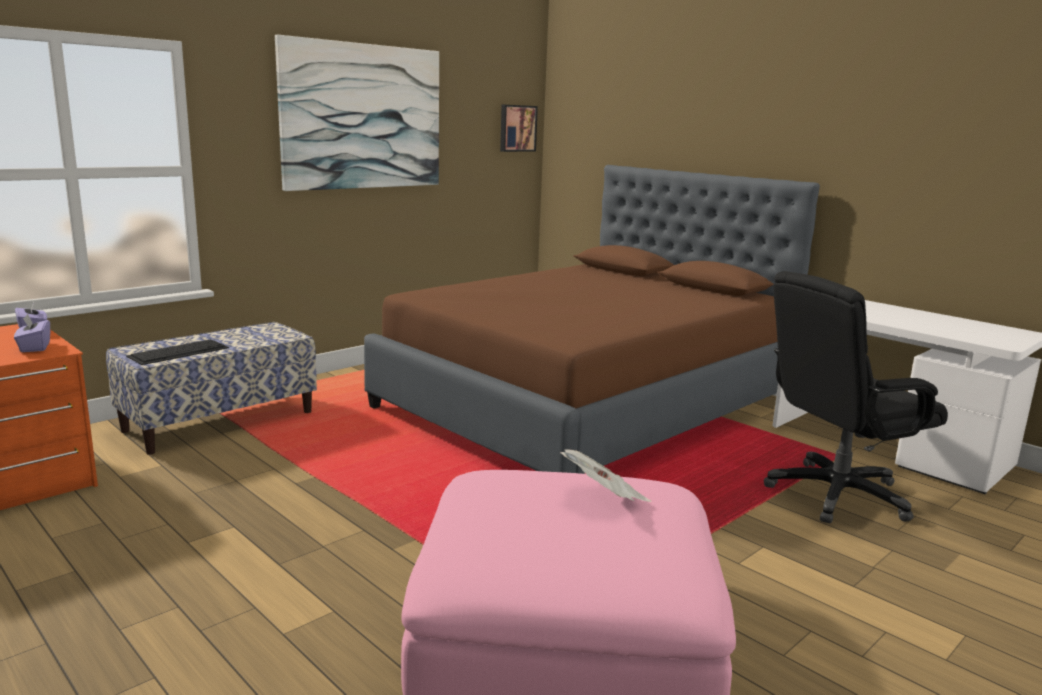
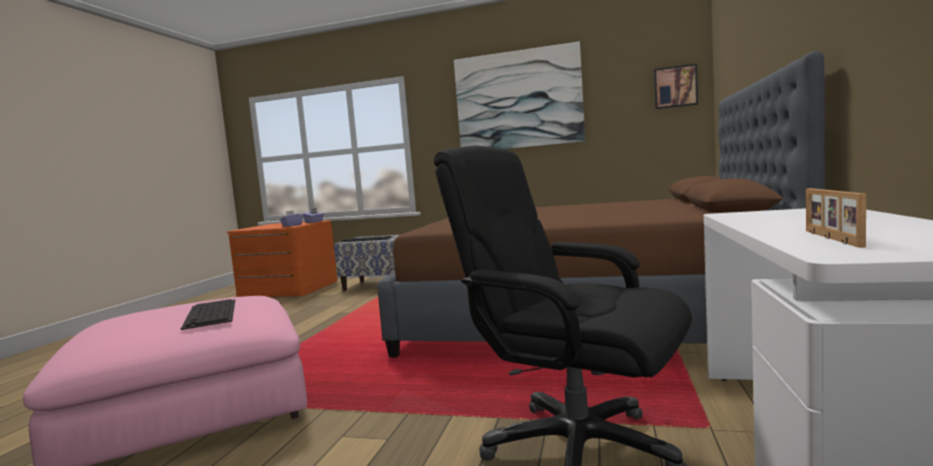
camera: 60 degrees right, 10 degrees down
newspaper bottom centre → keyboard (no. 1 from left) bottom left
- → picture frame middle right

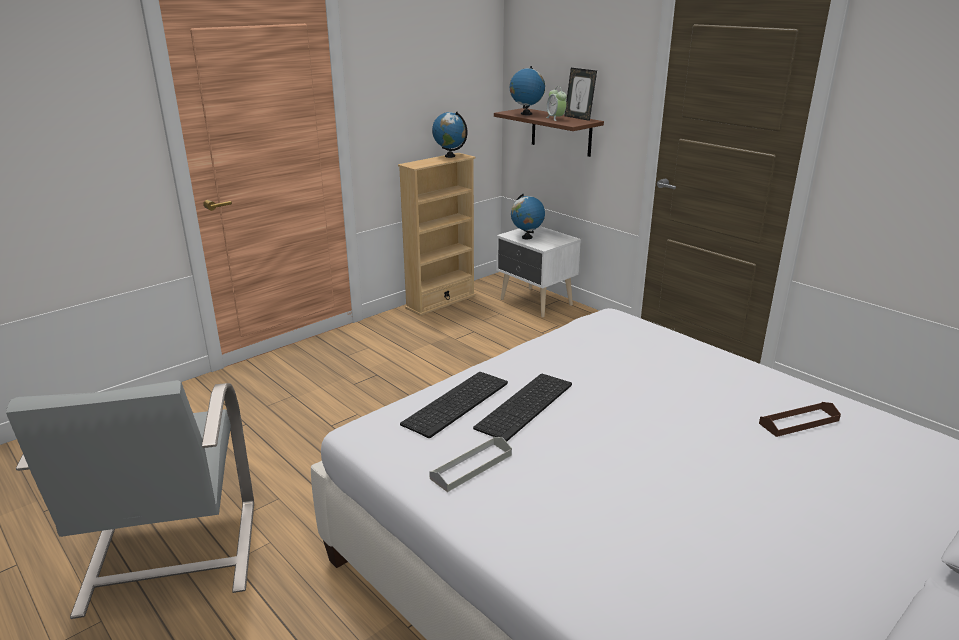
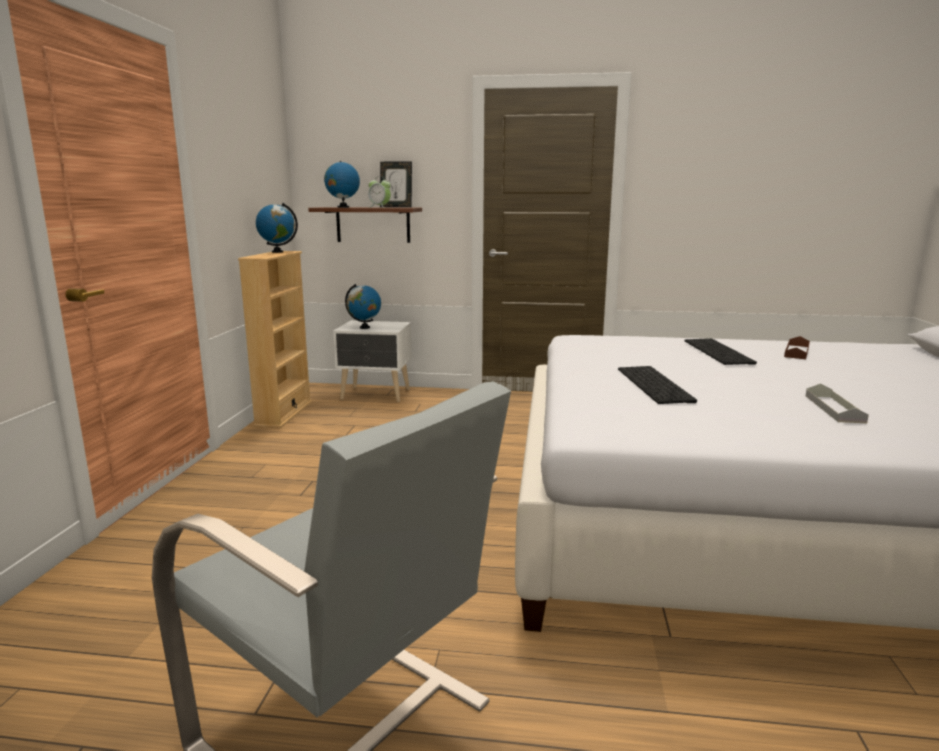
camera: 40 degrees left, 10 degrees down
keyboard (no. 1 from left in the first image) centre → keyboard (no. 2 from left) middle right, shifted
grey tray bottom centre → grey tray middle right, shifted

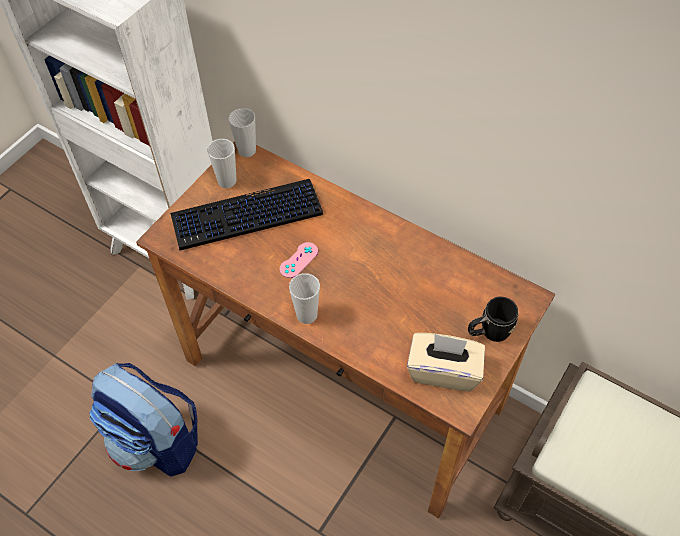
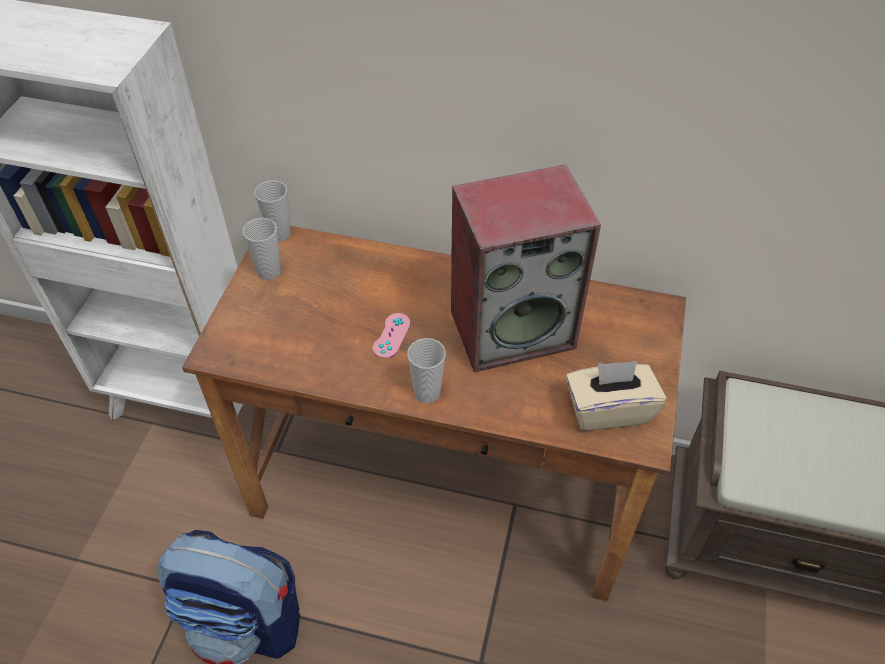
camera: 20 degrees left, 5 degrees down
keyboard centre → -
black mug middle right → -
- → speaker centre

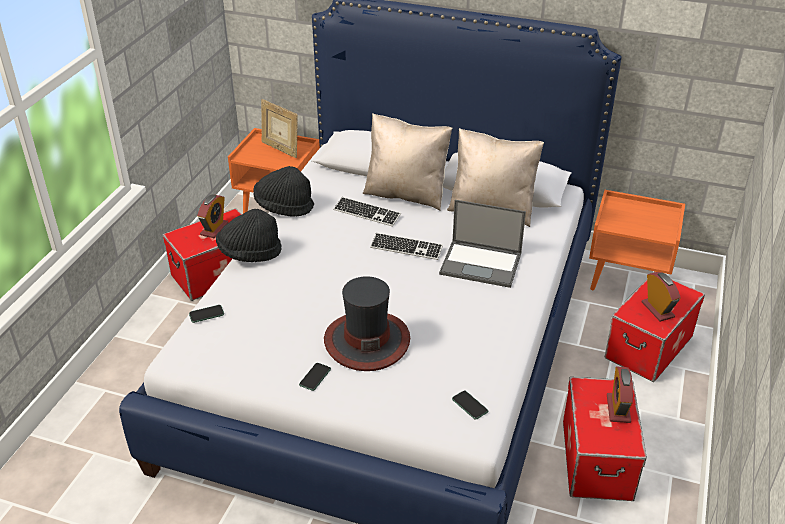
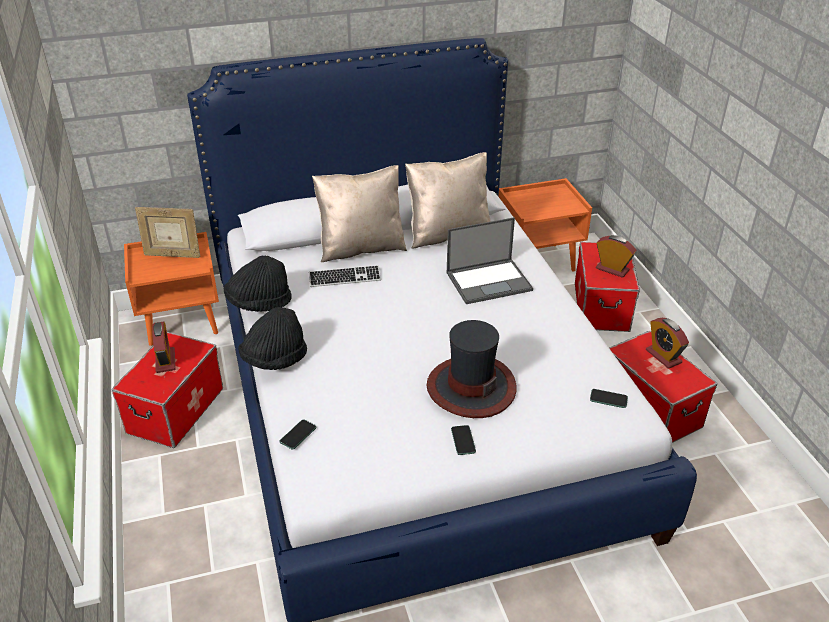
camera: 35 degrees left, 0 degrees up
keyboard (no. 2 from left) centre → -

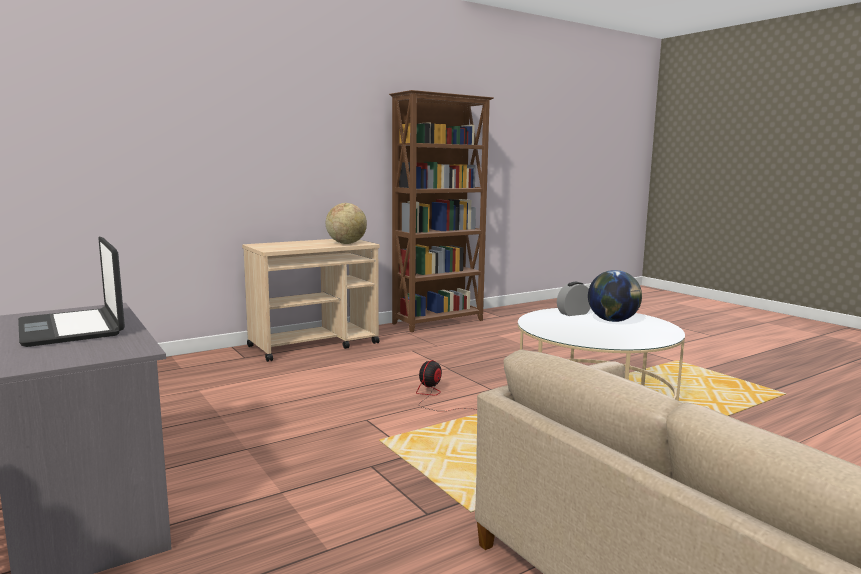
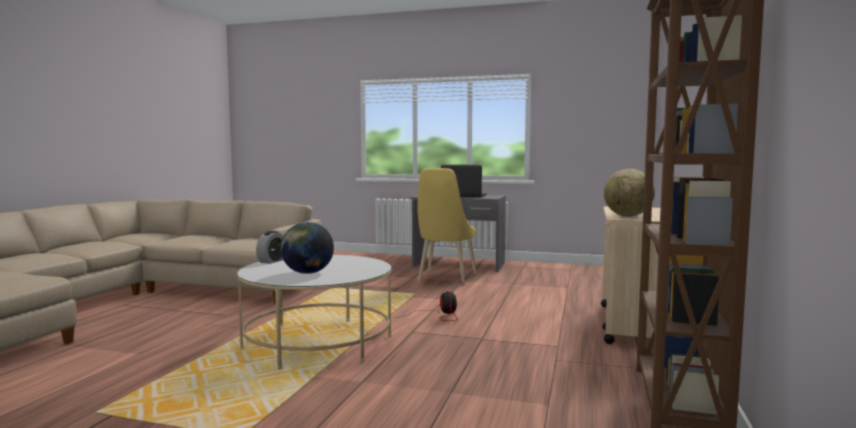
camera: 140 degrees right, 5 degrees down
alarm clock middle right → alarm clock middle left, shifted
- → yellow chair centre

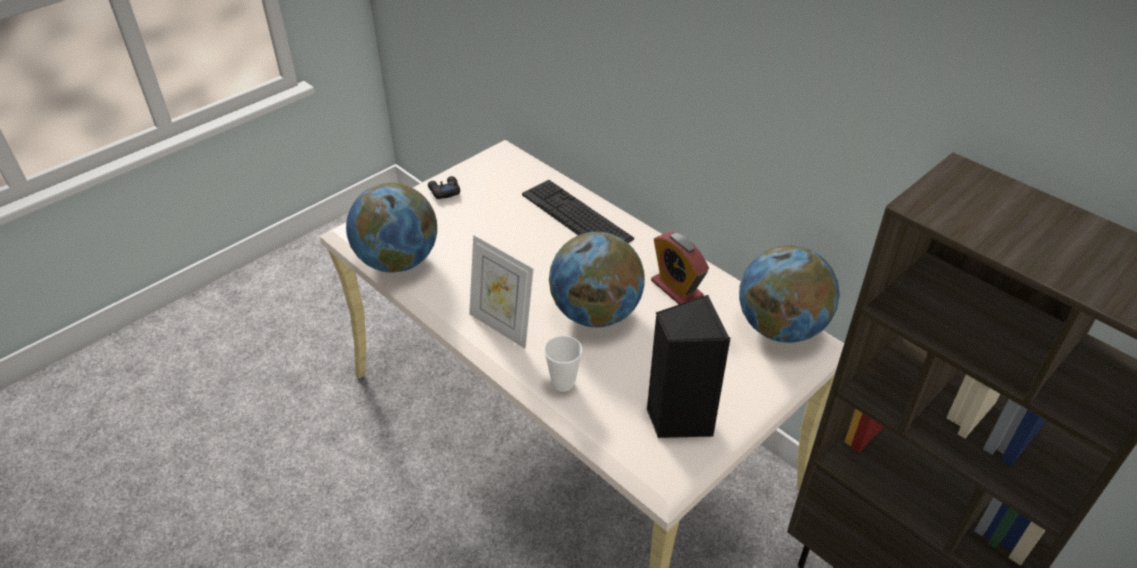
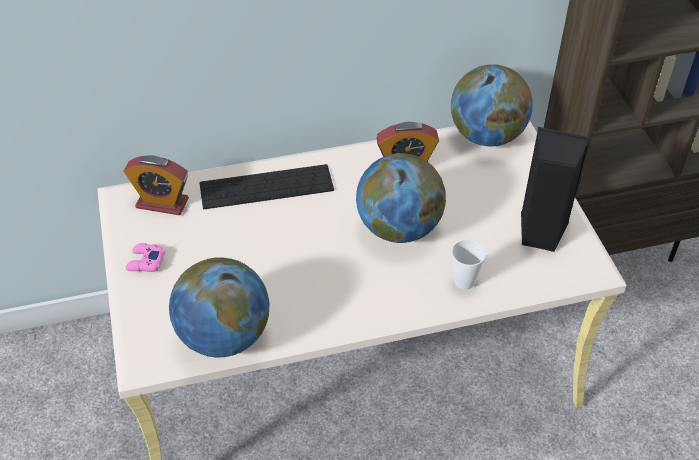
camera: 60 degrees left, 5 degrees up
black game controller top centre → pink game controller middle left
picture frame centre → -
- → alarm clock (no. 1 from left) middle left

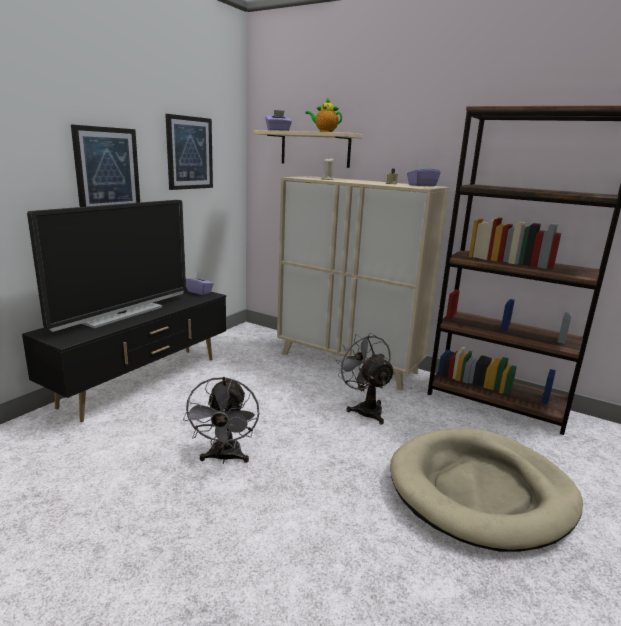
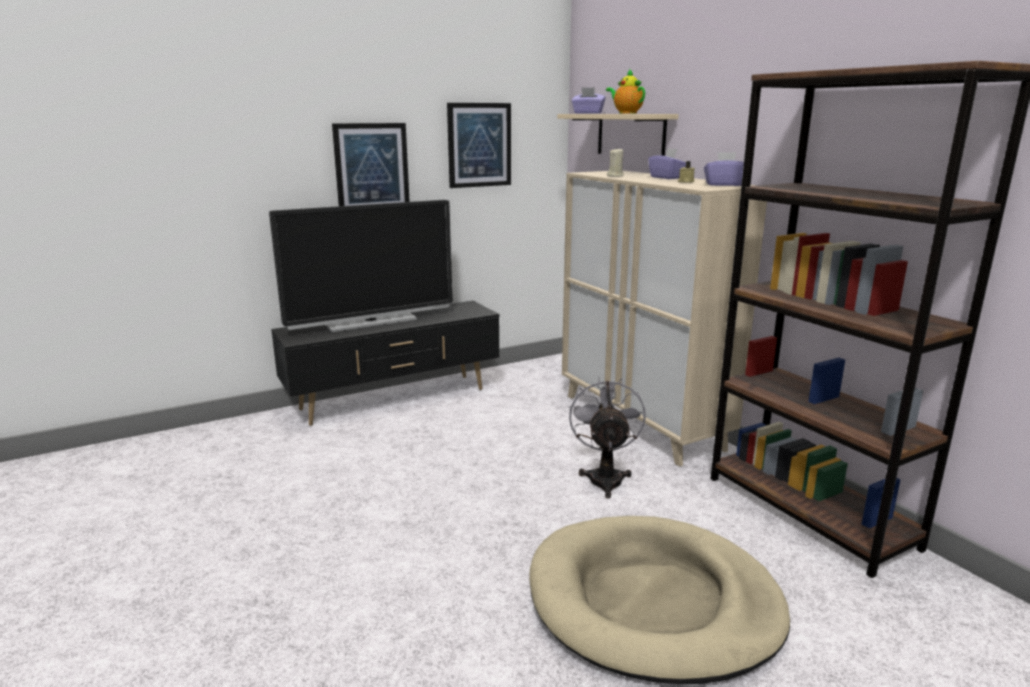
camera: 30 degrees right, 0 degrees up
grey fan (no. 1 from left) bottom centre → -
purple tissue box (no. 1 from left in the first image) middle left → purple tissue box (no. 2 from left) top centre, shifted

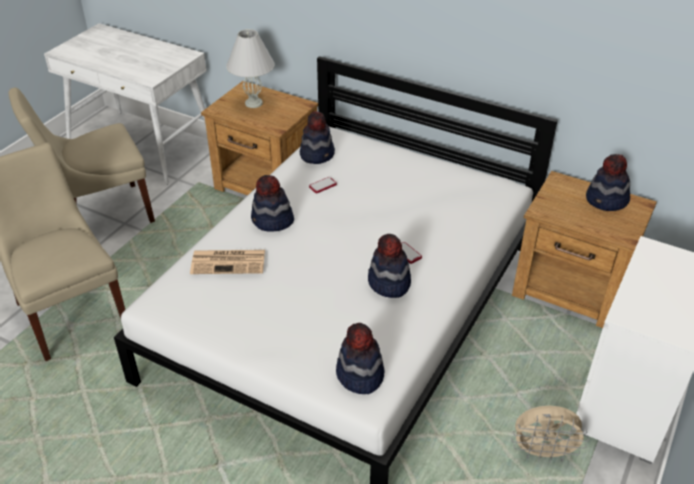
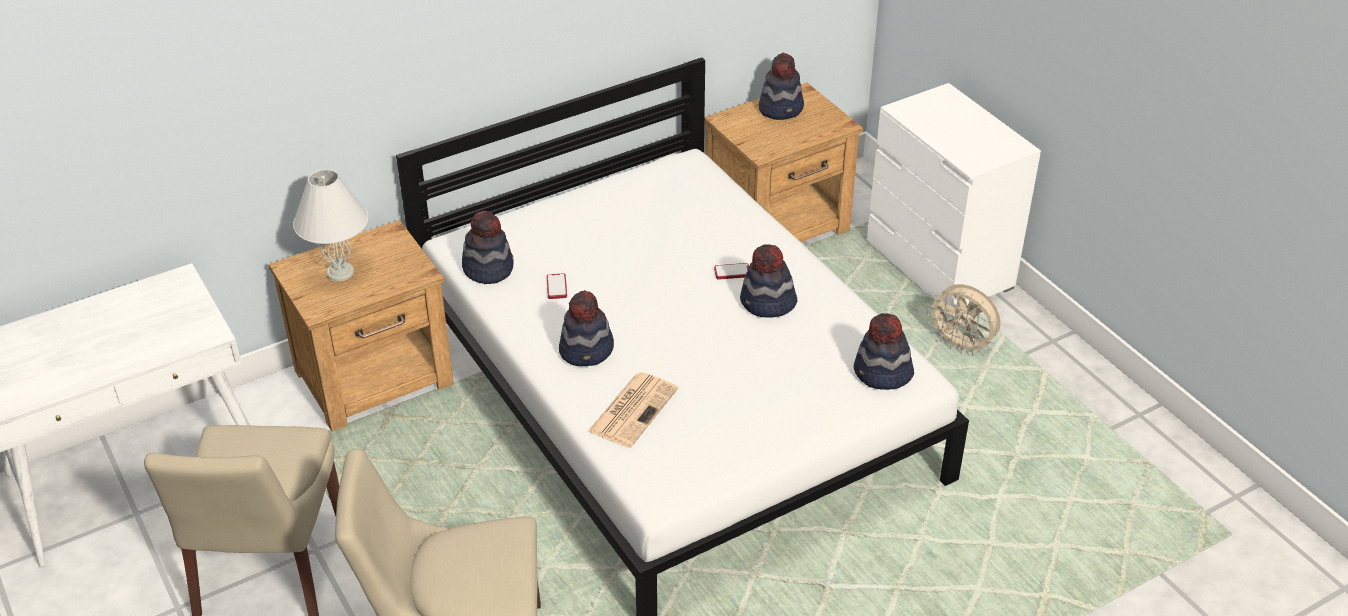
camera: 60 degrees left, 0 degrees up
beige fan bottom right → beige fan middle right, 90 degrees clockwise

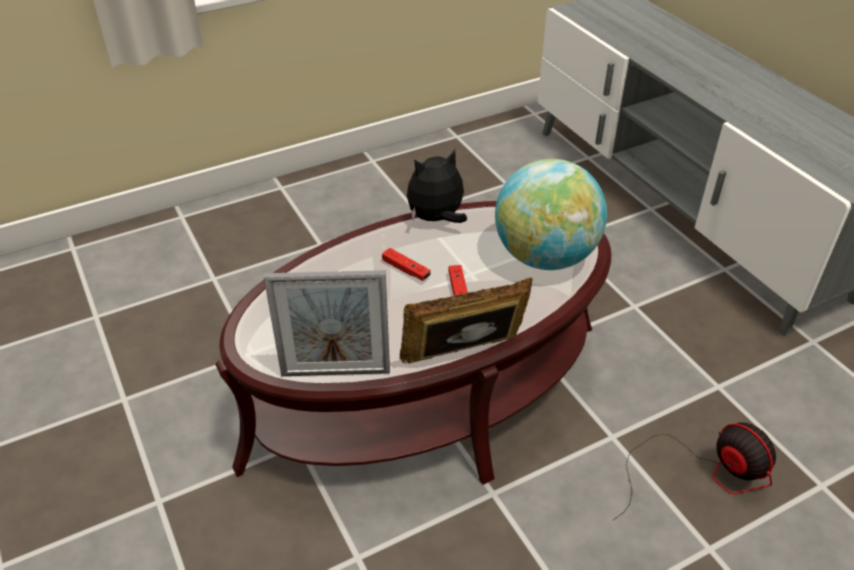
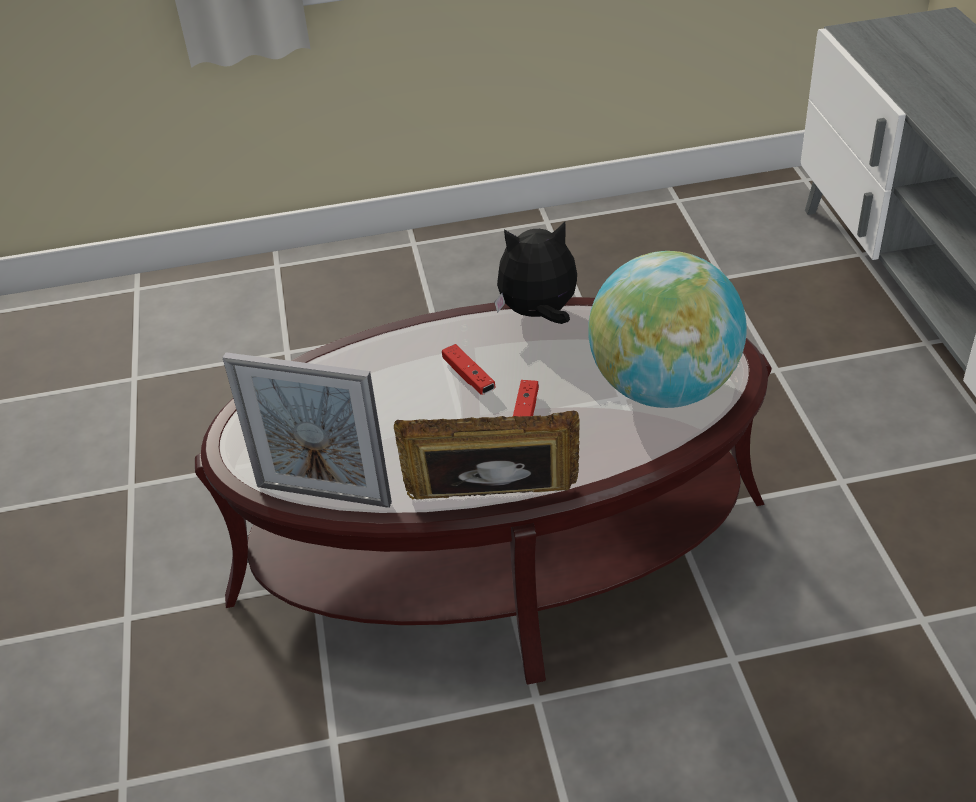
camera: 20 degrees right, 0 degrees up
fan bottom right → -

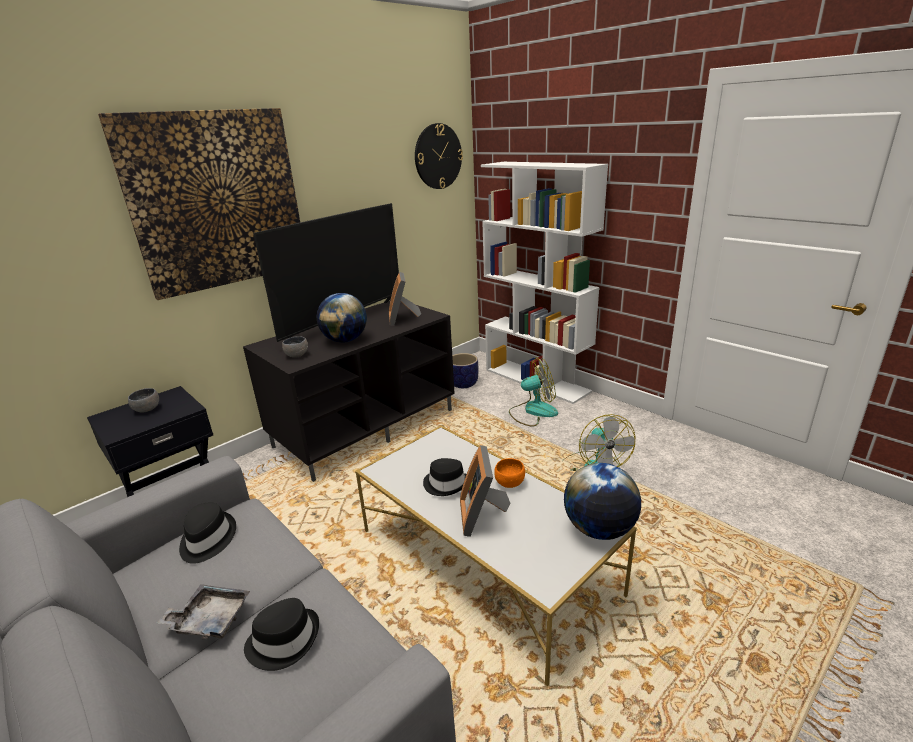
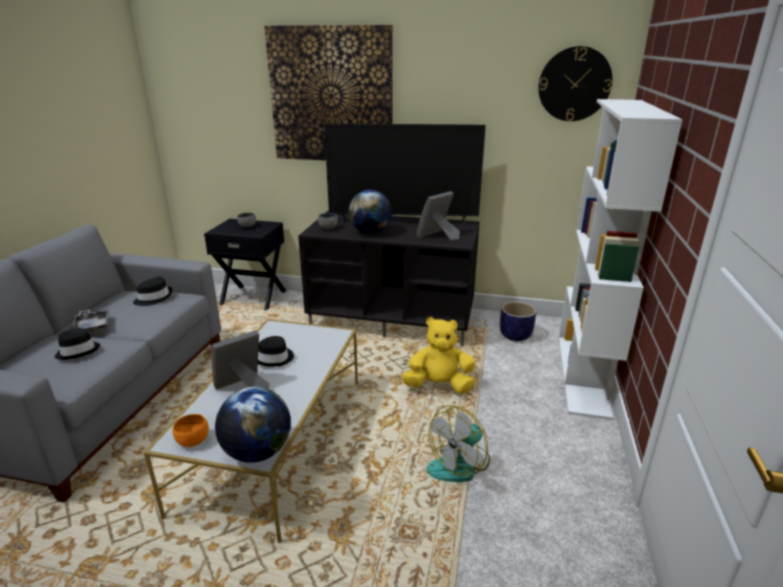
camera: 55 degrees right, 0 degrees up
orange bowl centre → orange bowl bottom left, shifted
fan (no. 1 from left) centre → -
- → yellow plush toy centre

